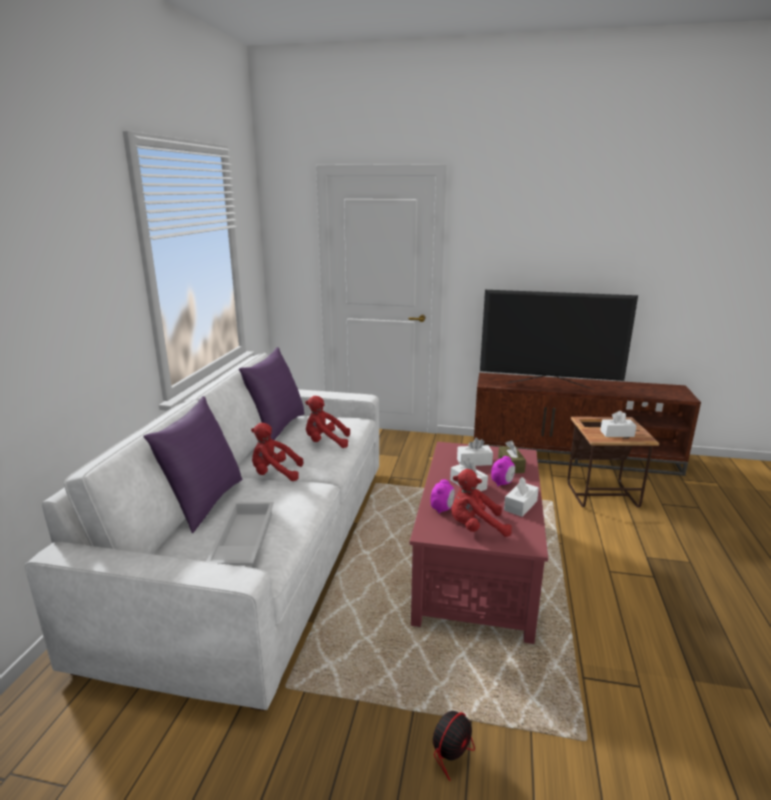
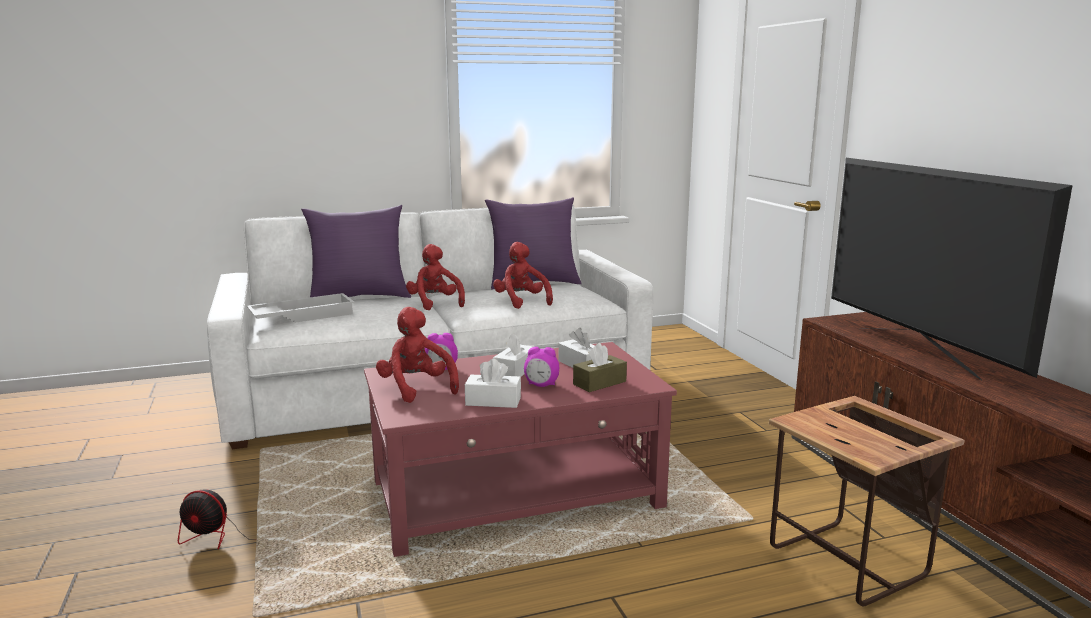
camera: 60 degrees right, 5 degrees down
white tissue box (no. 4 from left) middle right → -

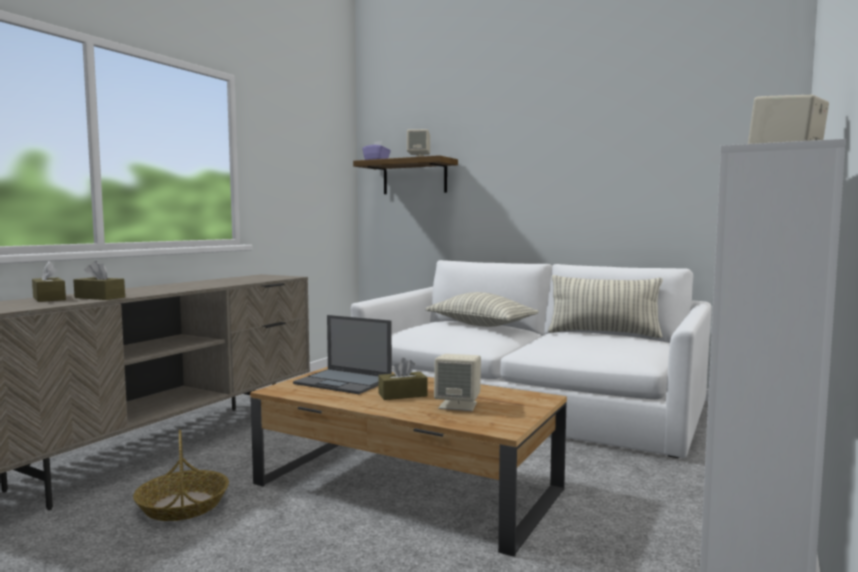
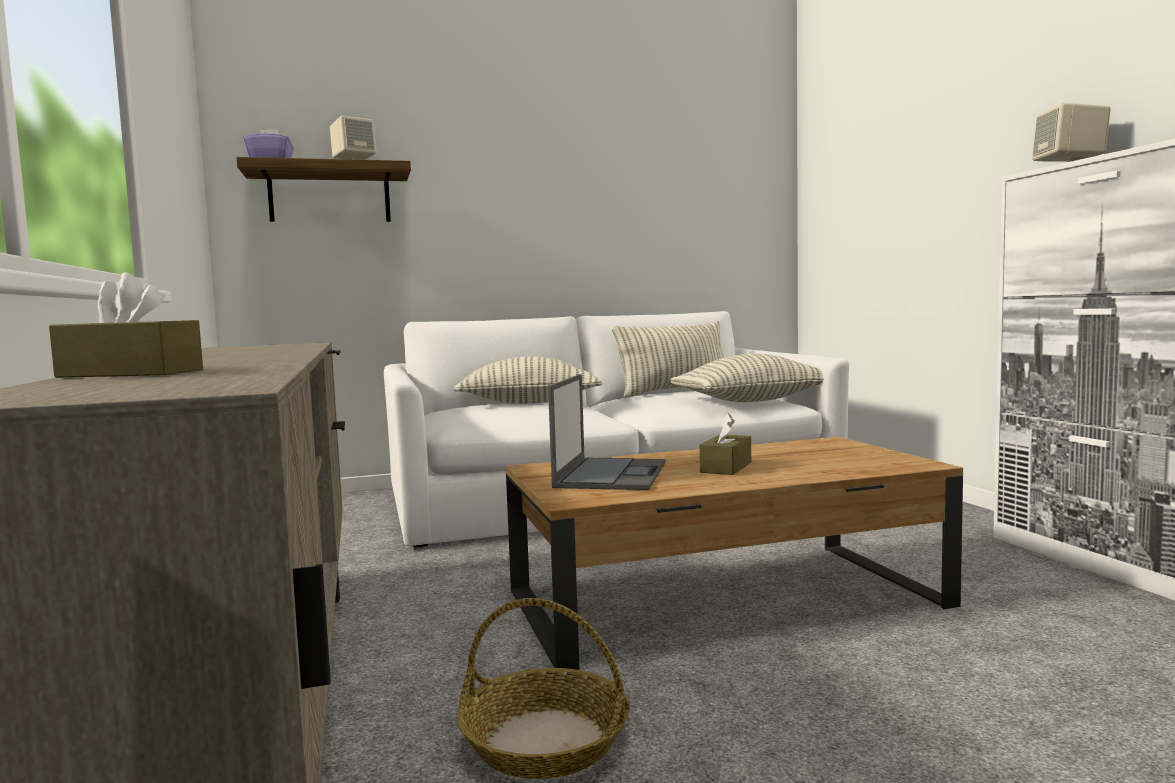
camera: 45 degrees left, 0 degrees up
brown tissue box (no. 2 from left) middle left → -
laptop centre, 60 degrees counterclockwise
beige speaker (no. 2 from left) bottom centre → -
- → pillow (no. 3 from left) centre

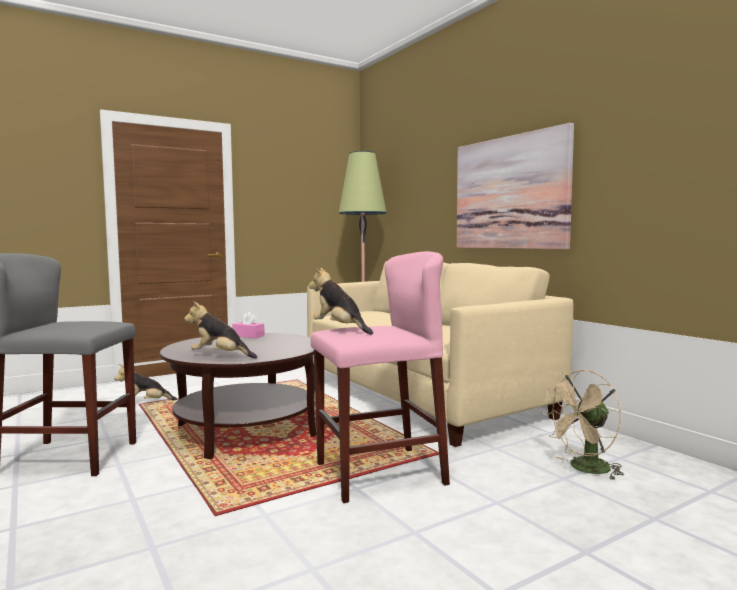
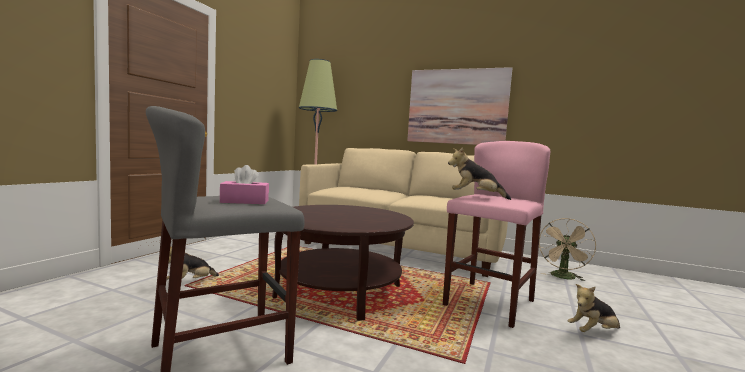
camera: 35 degrees left, 0 degrees up
plush toy (no. 2 from left in the first image) middle left → plush toy (no. 3 from left) bottom right, shifted
pink tissue box centre → pink tissue box middle left, shifted

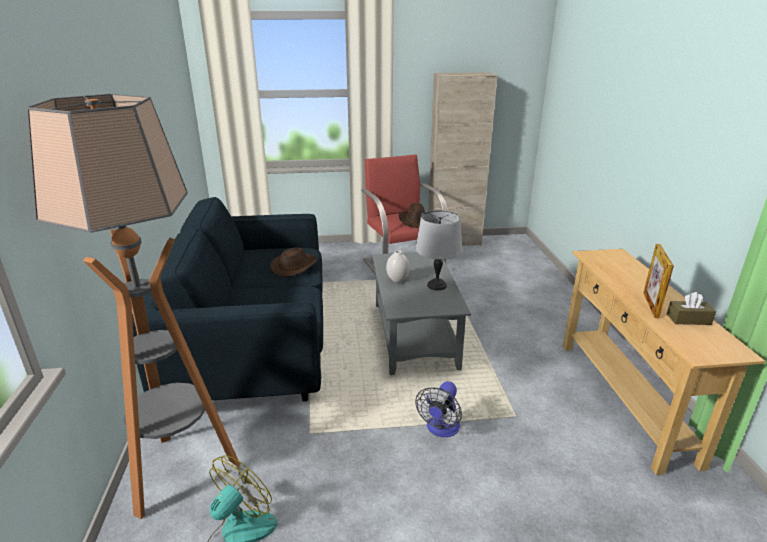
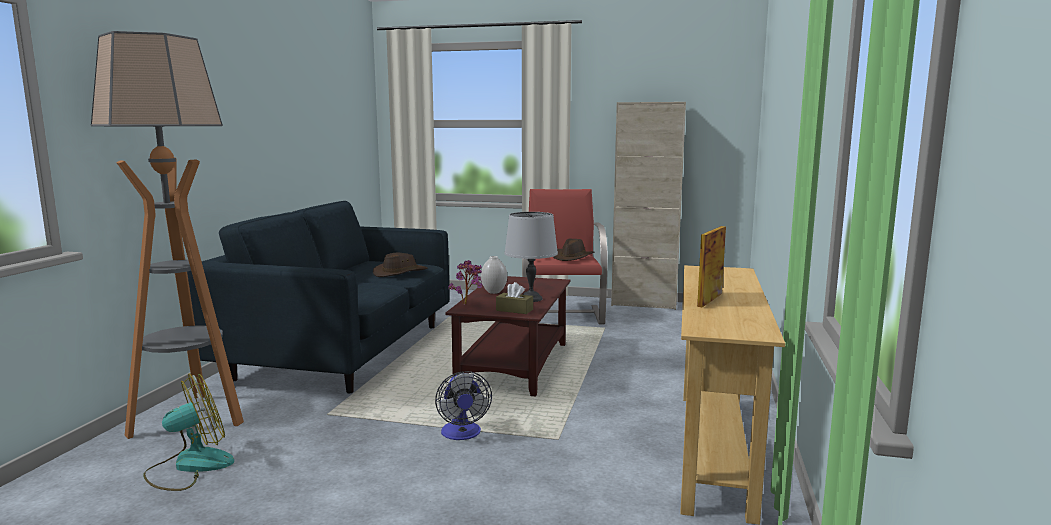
camera: 20 degrees right, 15 degrees down
grey coffee table centre → brown coffee table centre
fan (no. 2 from left) bottom centre, 60 degrees counterclockwise
brown tissue box middle right → brown tissue box centre, shifted
- → potted plant centre

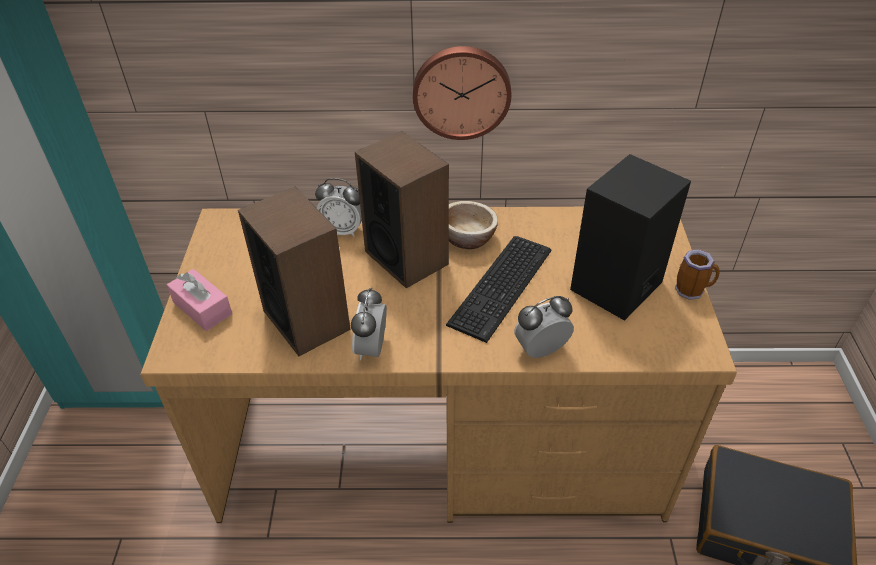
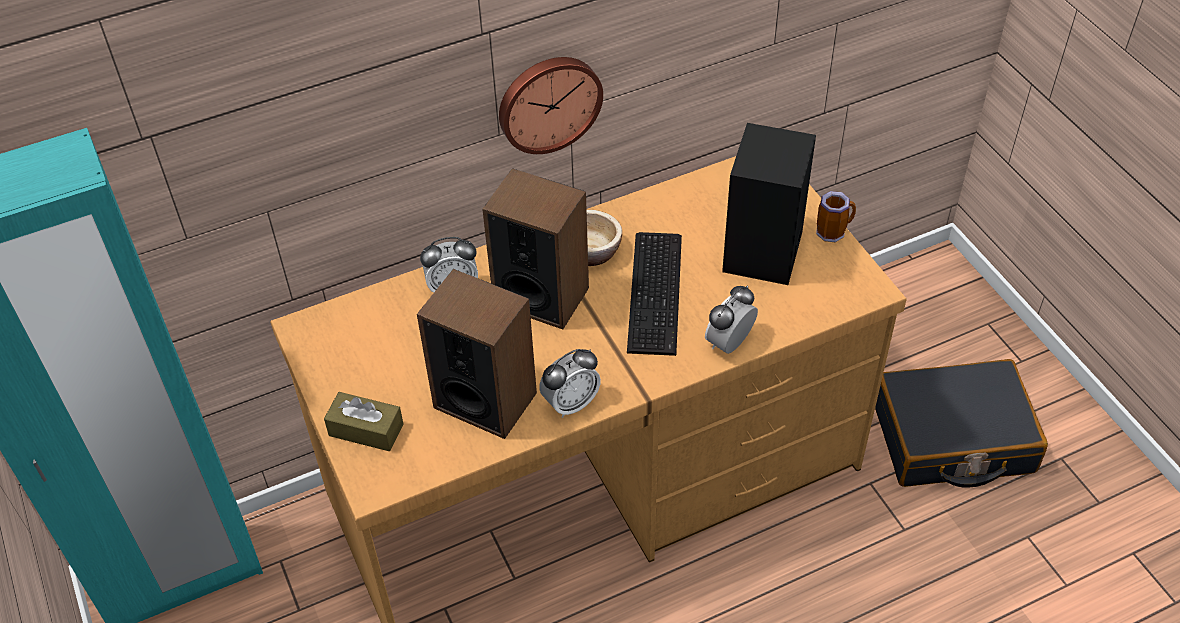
camera: 25 degrees left, 5 degrees up
pink tissue box middle left → brown tissue box bottom left
alarm clock (no. 2 from left) centre, 105 degrees counterclockwise

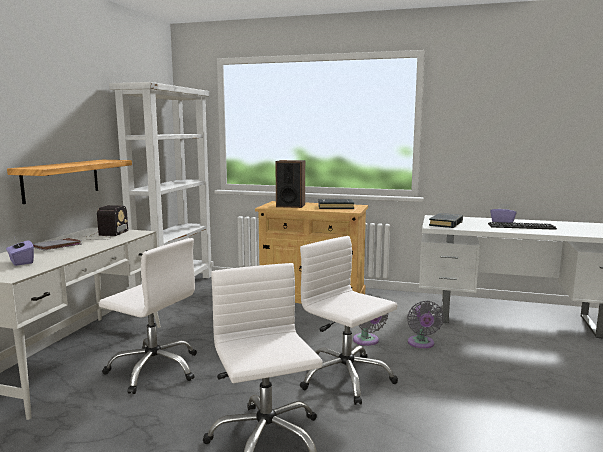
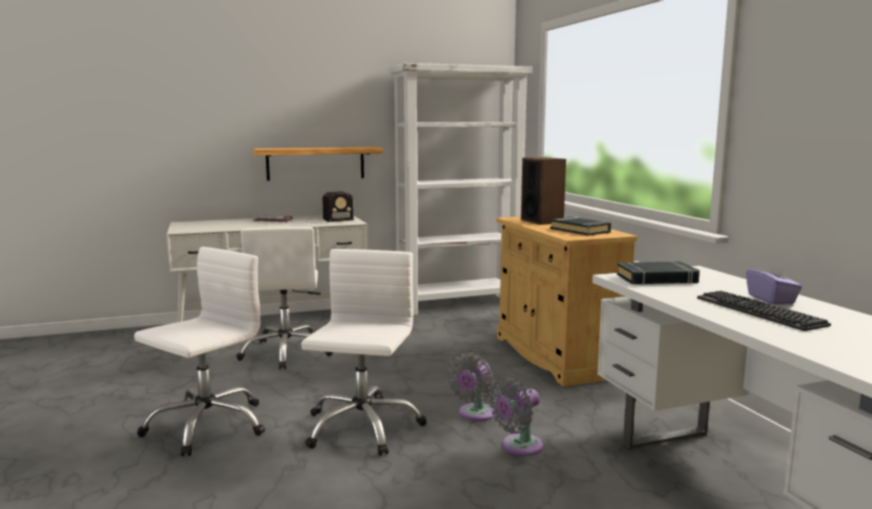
camera: 55 degrees right, 0 degrees up
purple tissue box (no. 1 from left) middle left → -

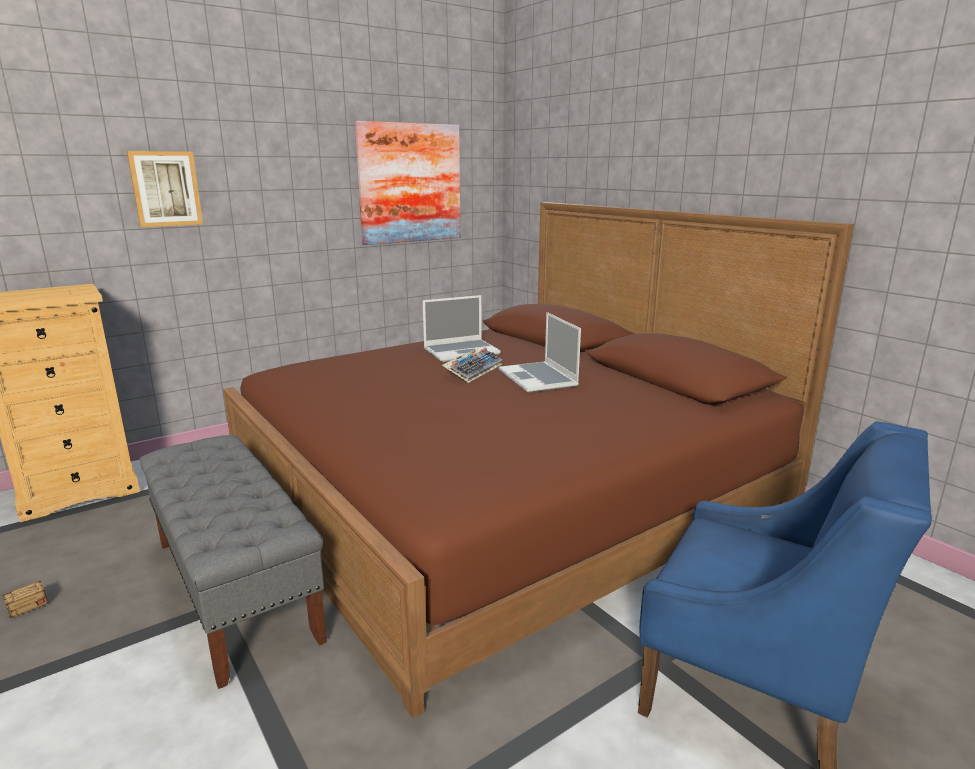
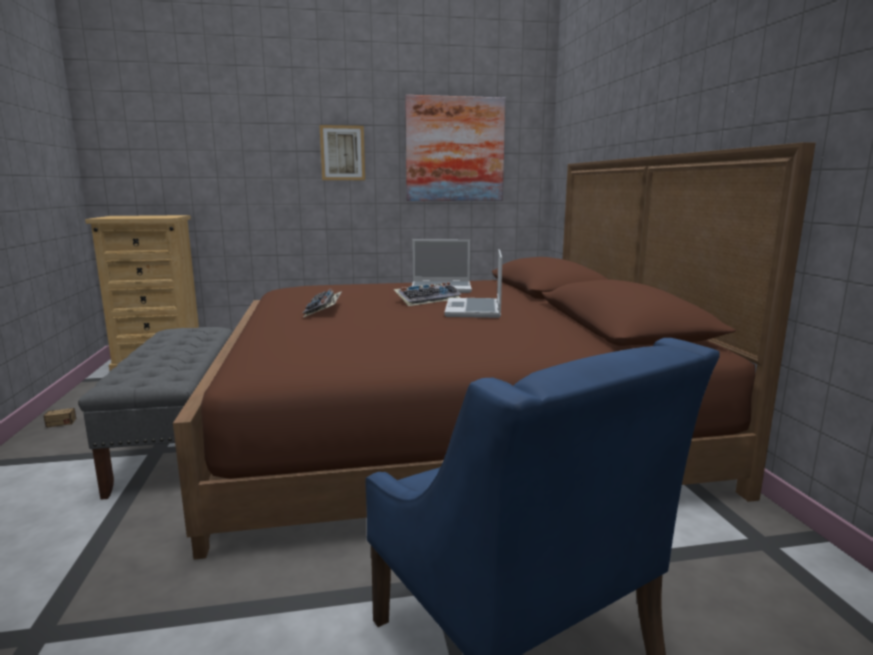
camera: 25 degrees right, 5 degrees down
picture (no. 1 from left) top left → picture (no. 1 from left) top centre, shifted
- → keyboard (no. 1 from left) centre

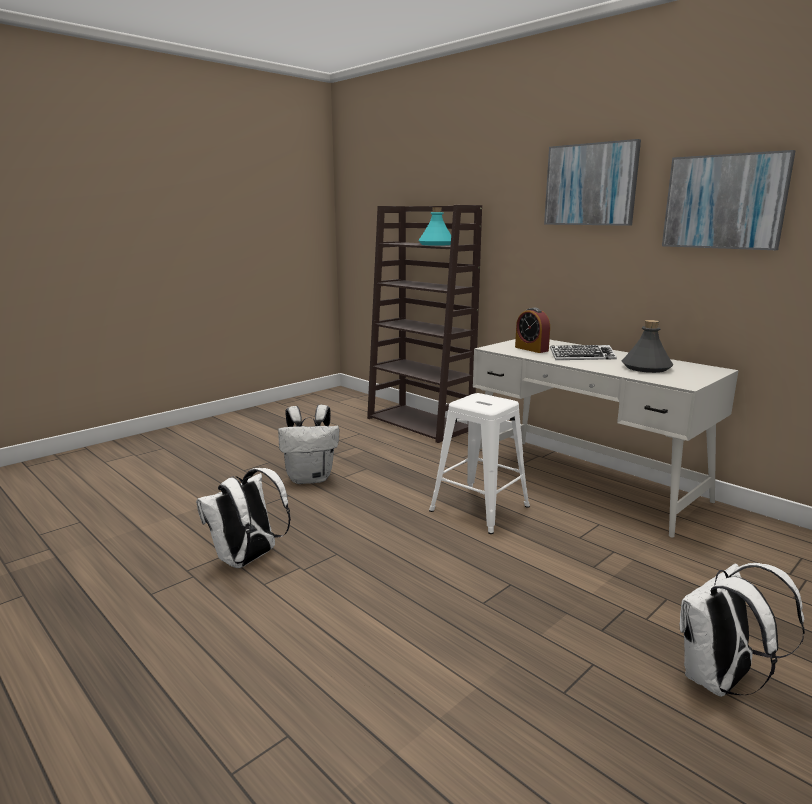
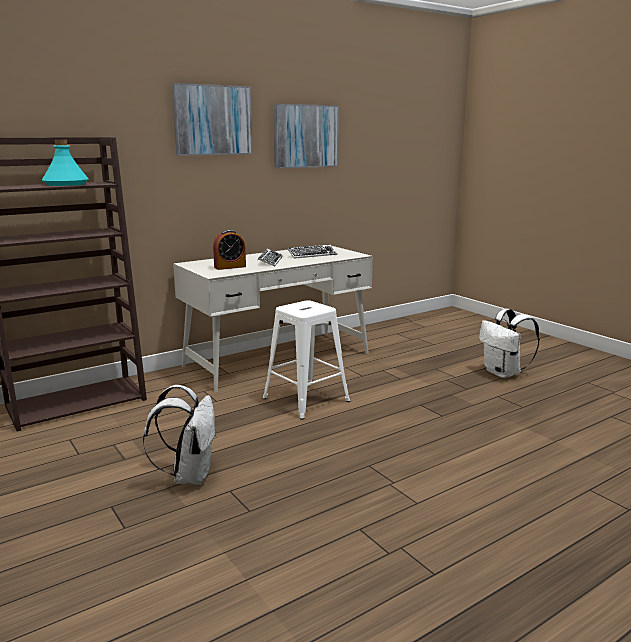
camera: 80 degrees left, 0 degrees up
white backpack (no. 1 from left) middle left → -
grey bottle middle right → keyboard (no. 2 from left) centre

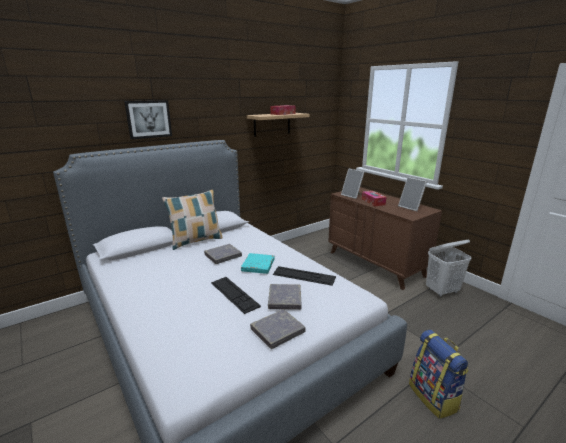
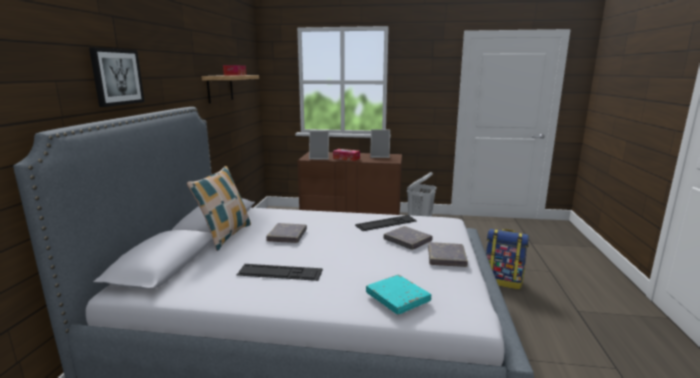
camera: 45 degrees left, 5 degrees down
keyboard (no. 1 from left) centre → keyboard (no. 1 from left) bottom centre, shifted
turquoise book centre → turquoise book bottom centre, shifted

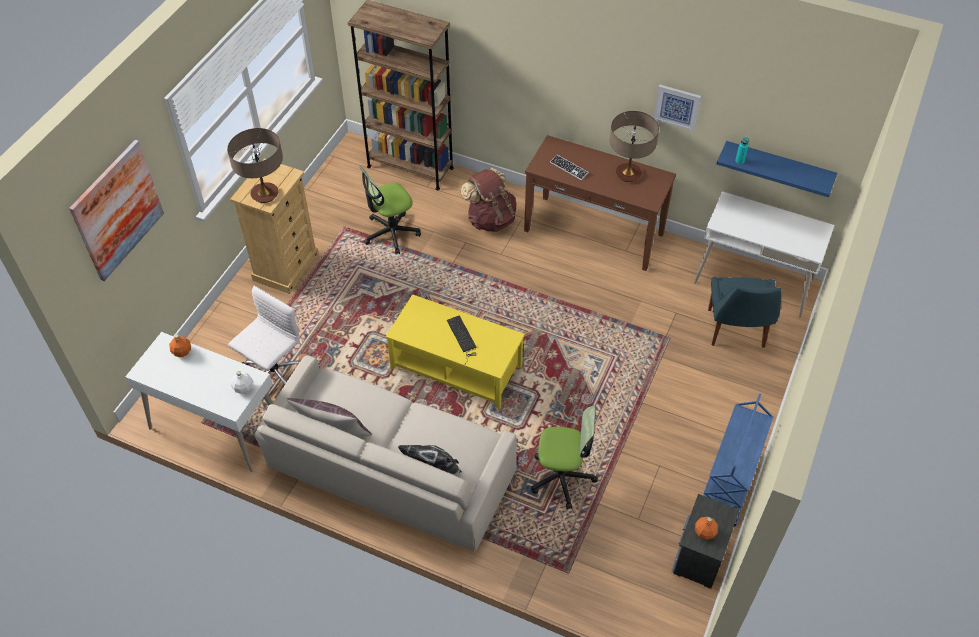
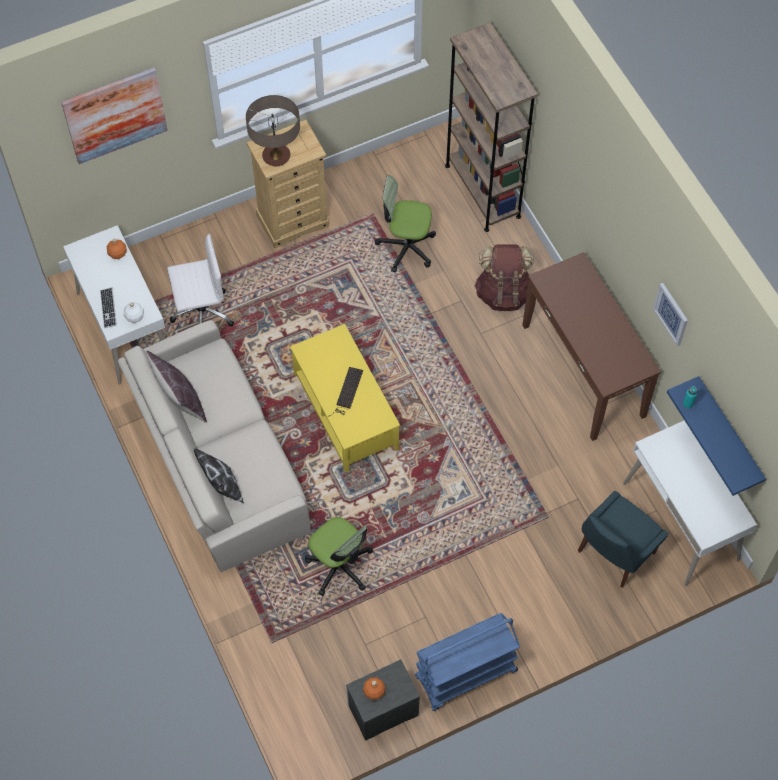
camera: 40 degrees right, 10 degrees up
keyboard (no. 2 from left in the first image) top centre → keyboard (no. 1 from left) middle left, shifted
table lamp (no. 2 from left) top centre → -

